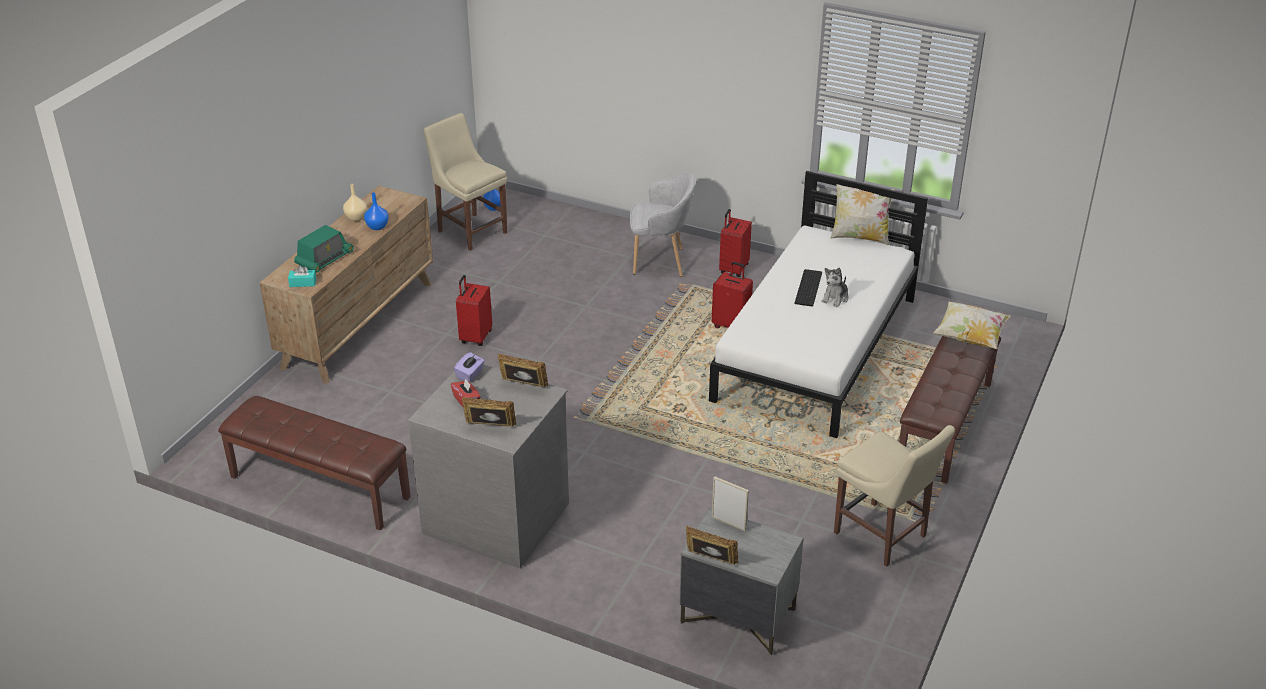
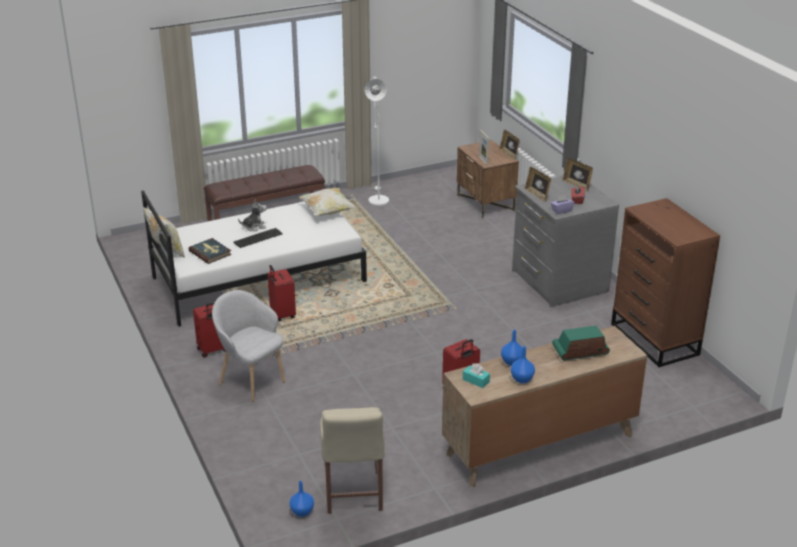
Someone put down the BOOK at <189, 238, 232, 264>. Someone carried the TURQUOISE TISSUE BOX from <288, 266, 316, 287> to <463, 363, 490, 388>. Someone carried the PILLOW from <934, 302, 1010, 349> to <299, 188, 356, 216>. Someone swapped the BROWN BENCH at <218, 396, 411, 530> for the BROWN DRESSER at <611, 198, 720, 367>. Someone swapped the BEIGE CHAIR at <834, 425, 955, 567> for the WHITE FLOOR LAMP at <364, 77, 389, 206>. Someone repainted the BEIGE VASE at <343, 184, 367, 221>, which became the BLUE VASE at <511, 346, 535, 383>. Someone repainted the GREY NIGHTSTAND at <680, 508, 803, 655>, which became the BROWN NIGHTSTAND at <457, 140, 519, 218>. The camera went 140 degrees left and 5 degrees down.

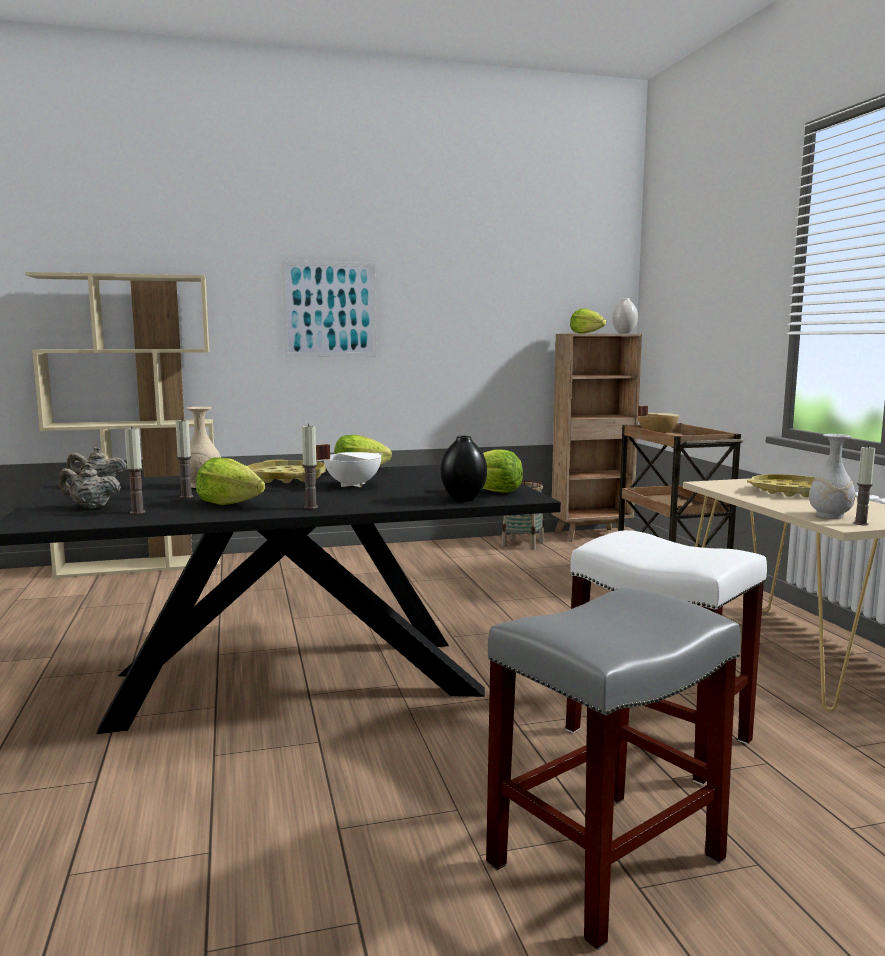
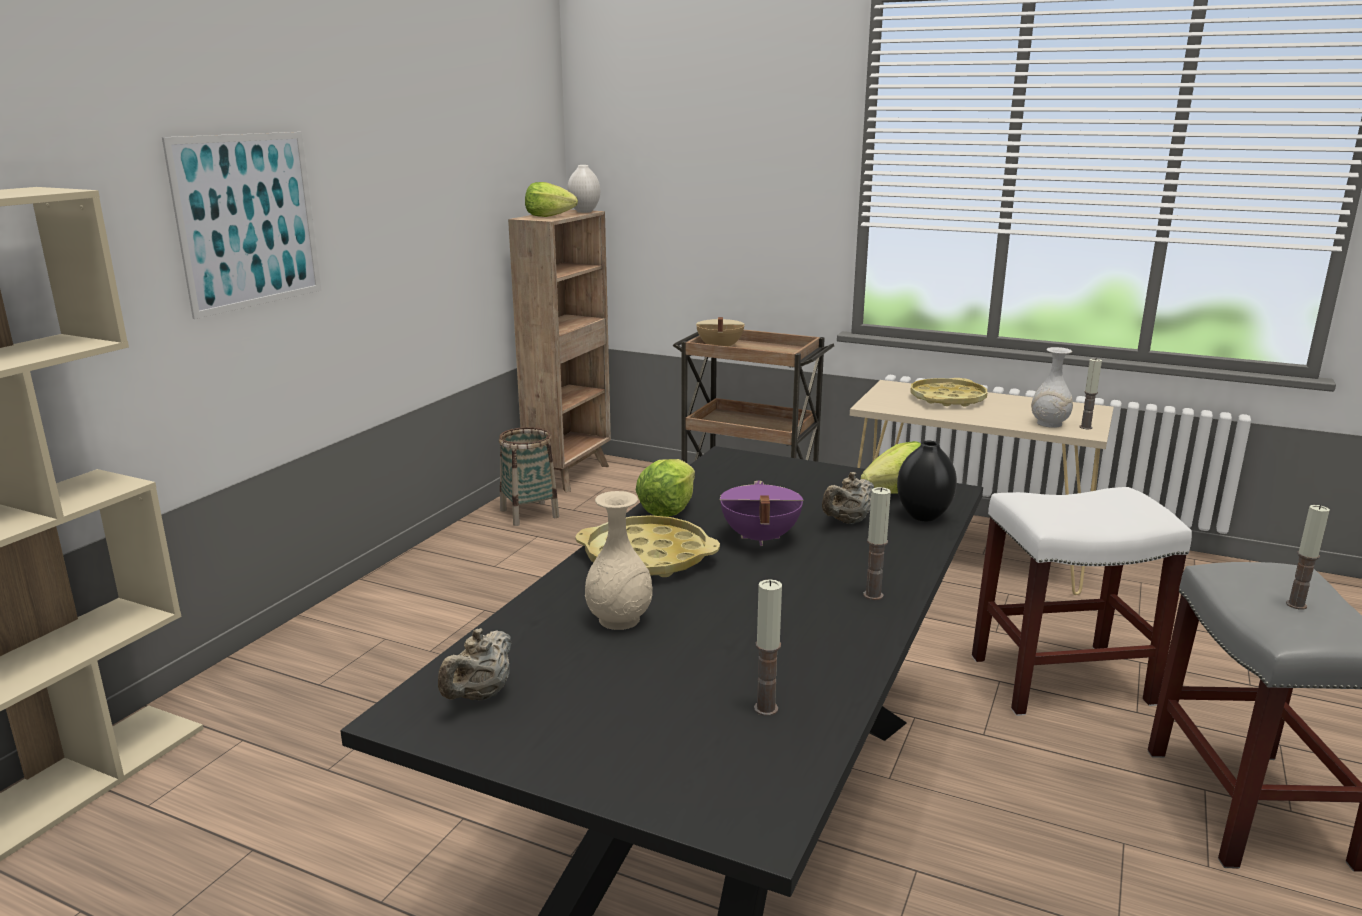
Someone took away the LETTUCE at <196, 458, 265, 505>. Someone carried the BEIGE TEAPOT from <58, 463, 121, 509> to <822, 472, 874, 524>. Someone carried the CANDLE from <176, 418, 193, 498> to <1286, 505, 1330, 610>. Someone repainted the WHITE COOKING POT at <316, 444, 383, 487>, which became the PURPLE COOKING POT at <720, 480, 803, 546>. The camera went 50 degrees left and 10 degrees up.

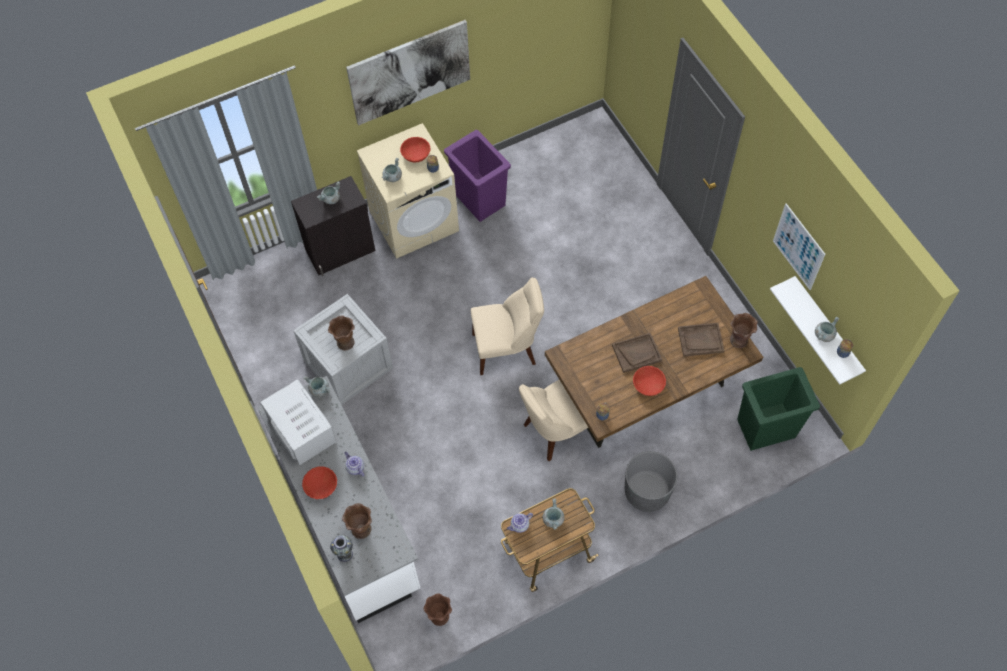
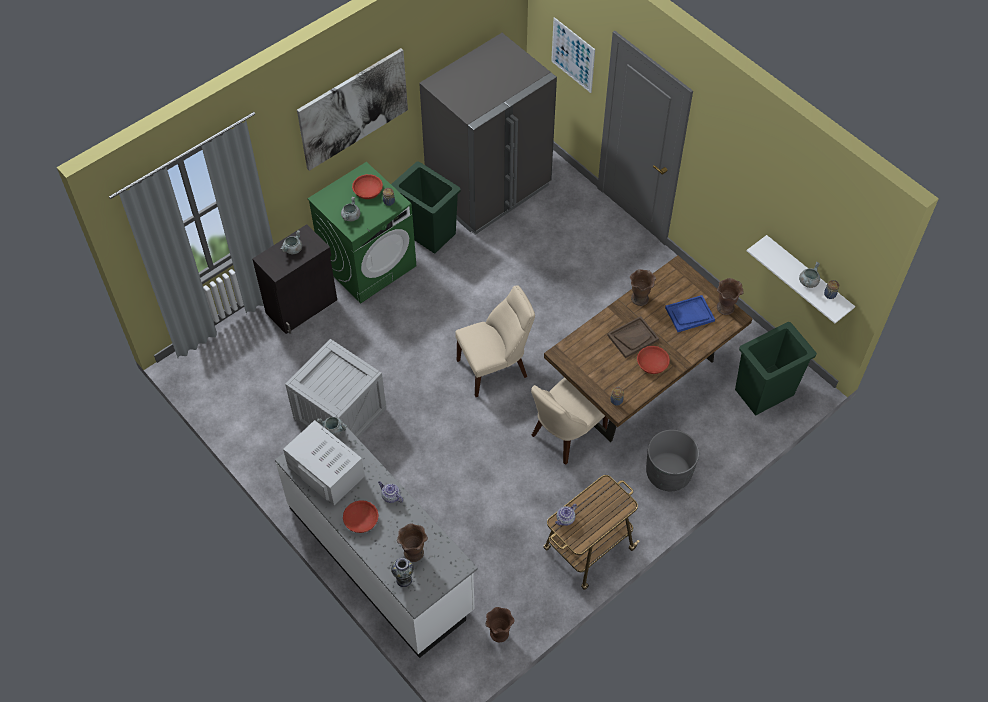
Someone took away the GREY COOKING POT at <543, 499, 564, 530>. Someone put down the GREY FRIDGE at <419, 33, 557, 235>. Someone carried the BROWN VASE from <328, 315, 355, 350> to <630, 269, 656, 306>. Someone carried the PICTURE from <773, 203, 825, 290> to <551, 17, 595, 93>. Someone repainted the BEIGE WASHING MACHINE at <357, 123, 459, 259>, which became the GREEN WASHING MACHINE at <307, 162, 416, 304>. Someone repainted the PURPLE TRASH CAN at <444, 130, 511, 222>, which became the GREEN TRASH CAN at <391, 161, 461, 254>. Someone repainted the BROWN TRAY at <678, 323, 724, 357>, which became the BLUE TRAY at <665, 295, 715, 332>. The camera went 15 degrees left and 5 degrees down.

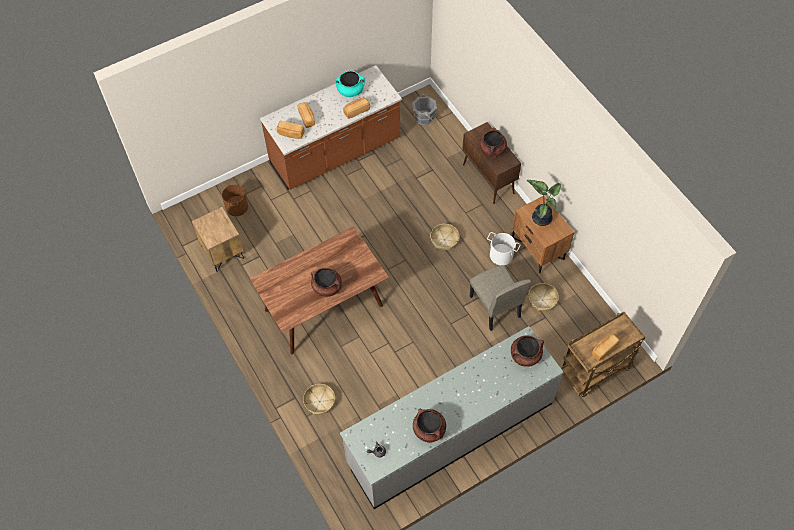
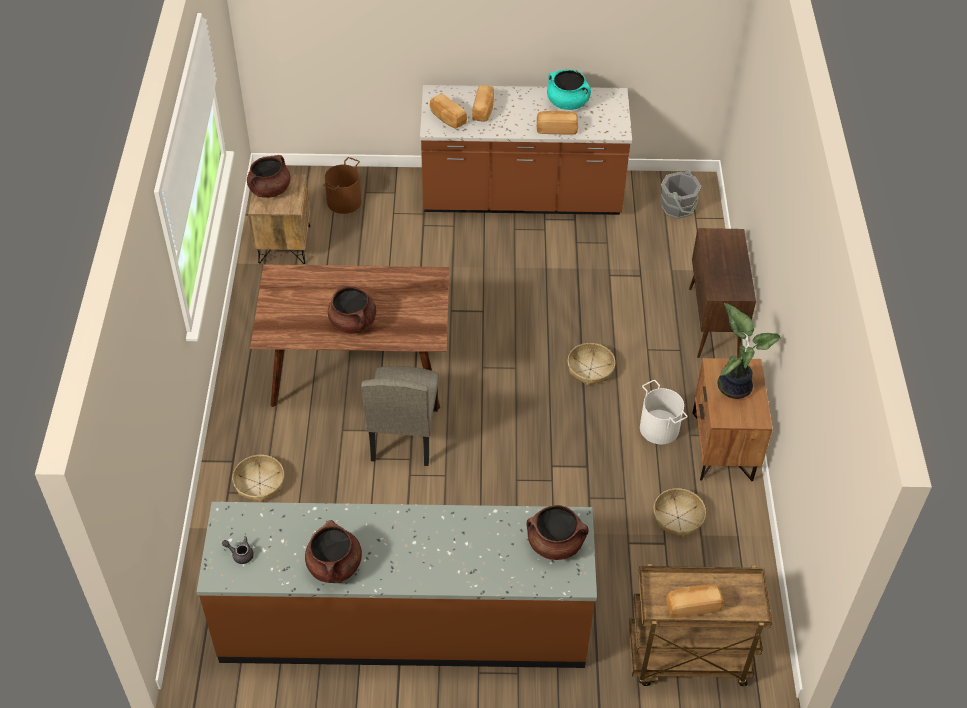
Someone carried the BEIGE CHAIR from <470, 265, 531, 331> to <361, 366, 439, 466>. Someone carried the BROWN COOKING POT from <480, 127, 507, 158> to <247, 155, 290, 198>. Someone repainted the GREY COUNTER at <340, 326, 564, 509>, which became the BROWN COUNTER at <197, 502, 597, 668>. The camera went 30 degrees right and 10 degrees down.

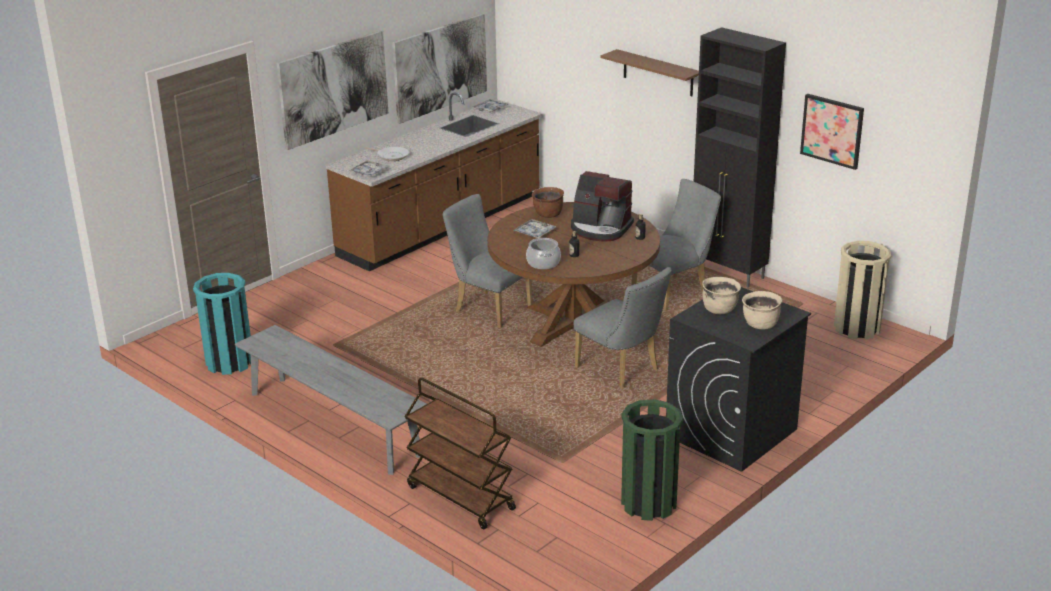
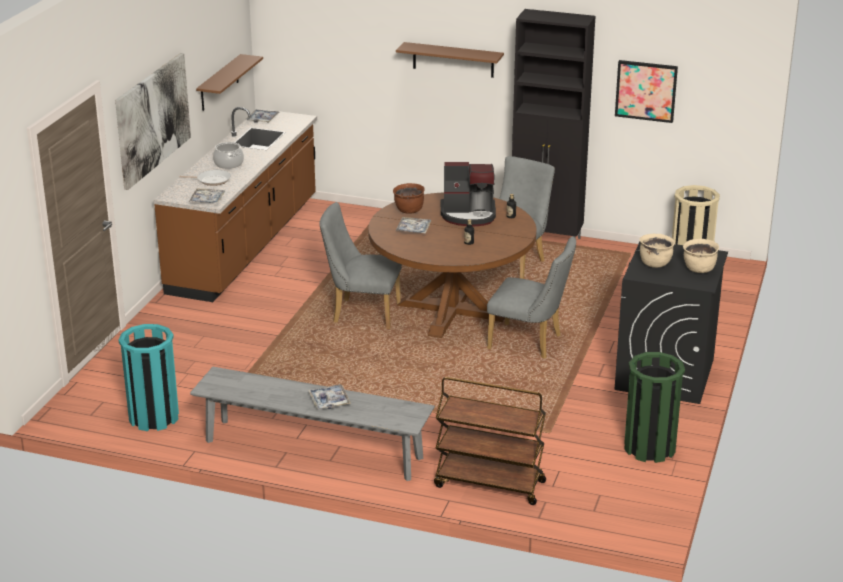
Someone put down the TRAY at <308, 384, 351, 409>. Someone carried the COOKING POT from <526, 238, 561, 269> to <213, 142, 244, 169>. Someone swapped the PICTURE at <392, 13, 487, 124> for the BROWN SHELF at <196, 54, 263, 111>. The camera went 25 degrees left and 0 degrees up.

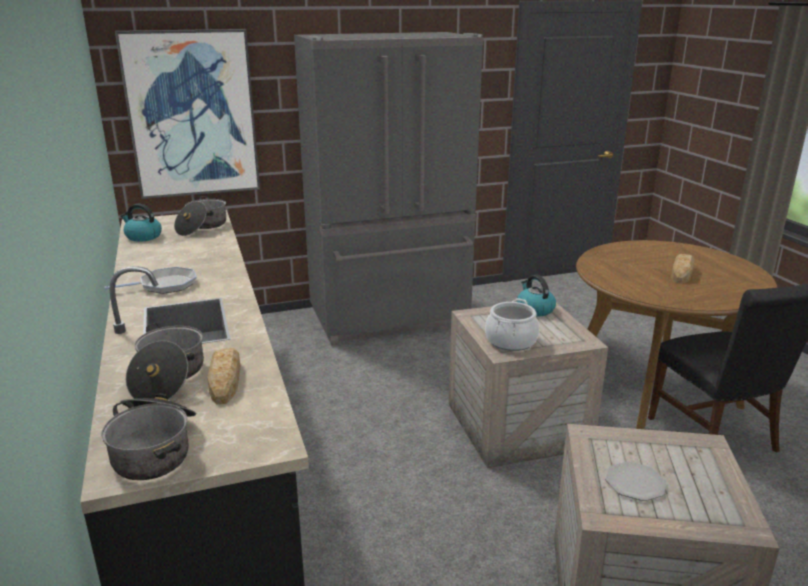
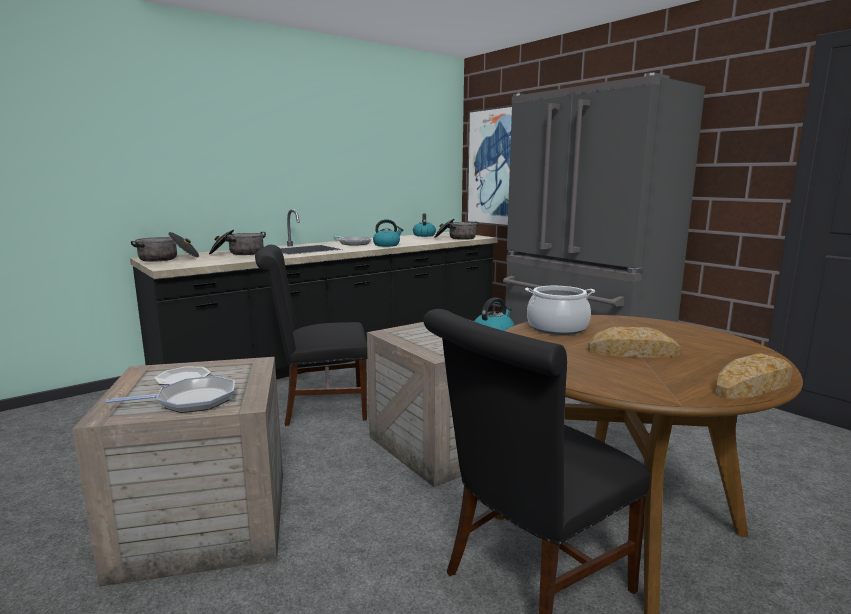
Someone put down the FRYING PAN at <106, 376, 235, 413>. Someone put down the BLACK CHAIR at <255, 245, 367, 426>. Someone put down the KETTLE at <373, 219, 403, 247>. Someone carried the BREAD from <207, 348, 241, 404> to <715, 353, 793, 399>. Someone carried the COOKING POT from <485, 299, 539, 351> to <525, 286, 595, 335>. The camera went 70 degrees right and 10 degrees down.

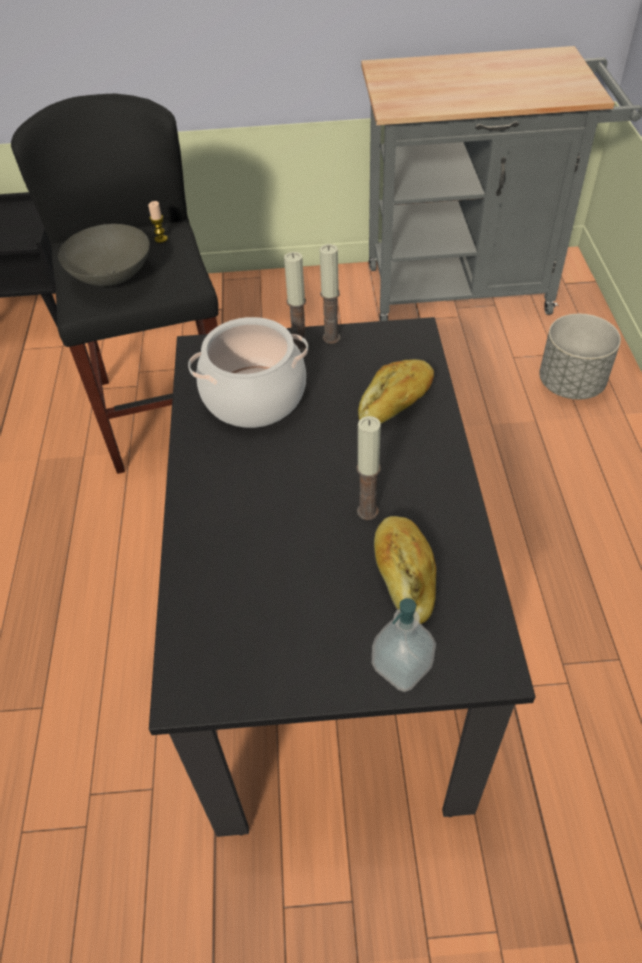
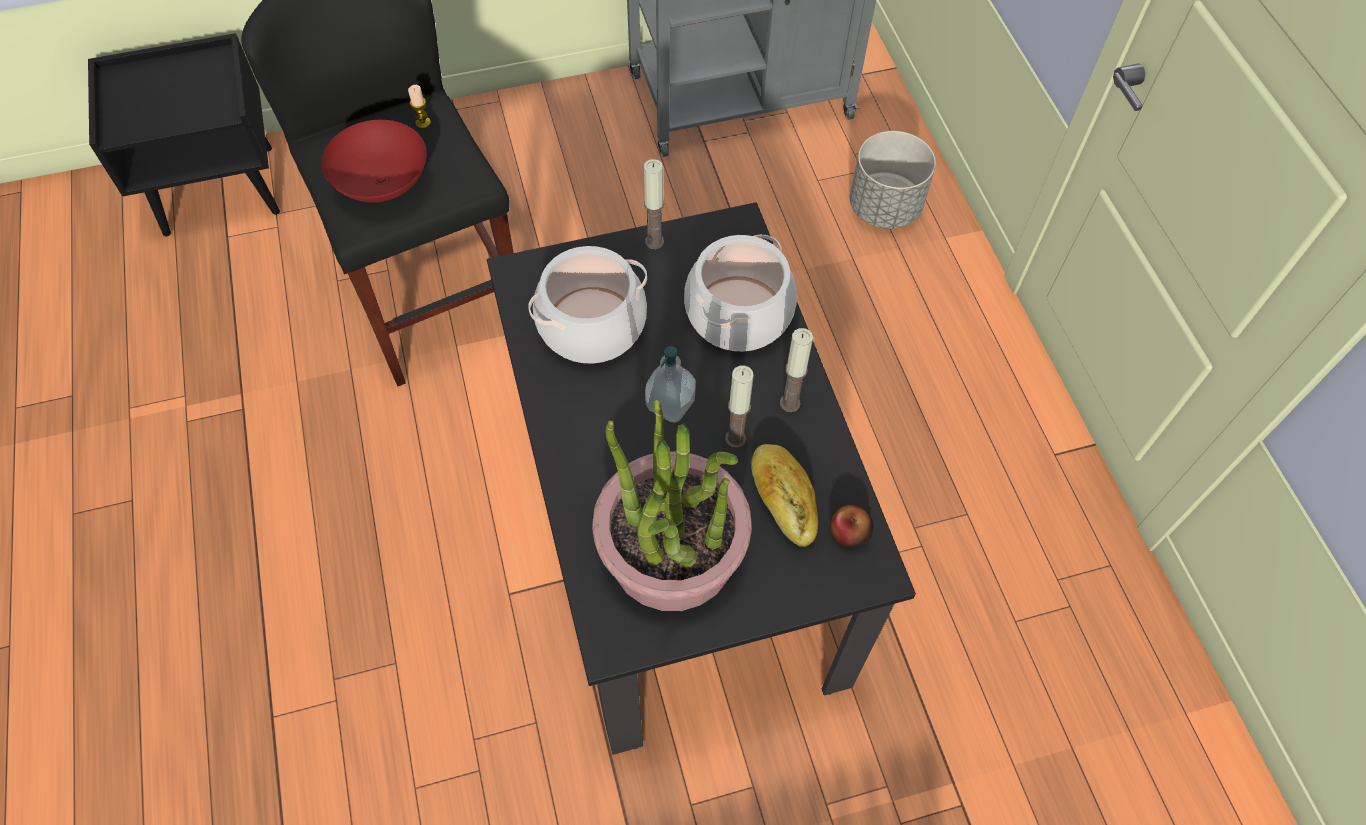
Someone put down the POTTED PLANT at <592, 400, 752, 611>. Someone put down the APPLE at <830, 505, 874, 547>. Someone carried the CANDLE from <284, 252, 308, 352> to <780, 328, 813, 412>. Someone carried the SOAP DISPENSER from <372, 598, 436, 692> to <645, 346, 696, 423>. Someone swapped the BREAD at <358, 359, 434, 423> for the COOKING POT at <684, 234, 797, 351>. Someone repainted the GREY BOWL at <58, 224, 150, 286>, which became the RED BOWL at <322, 120, 427, 202>. The camera went 15 degrees left and 10 degrees up.

